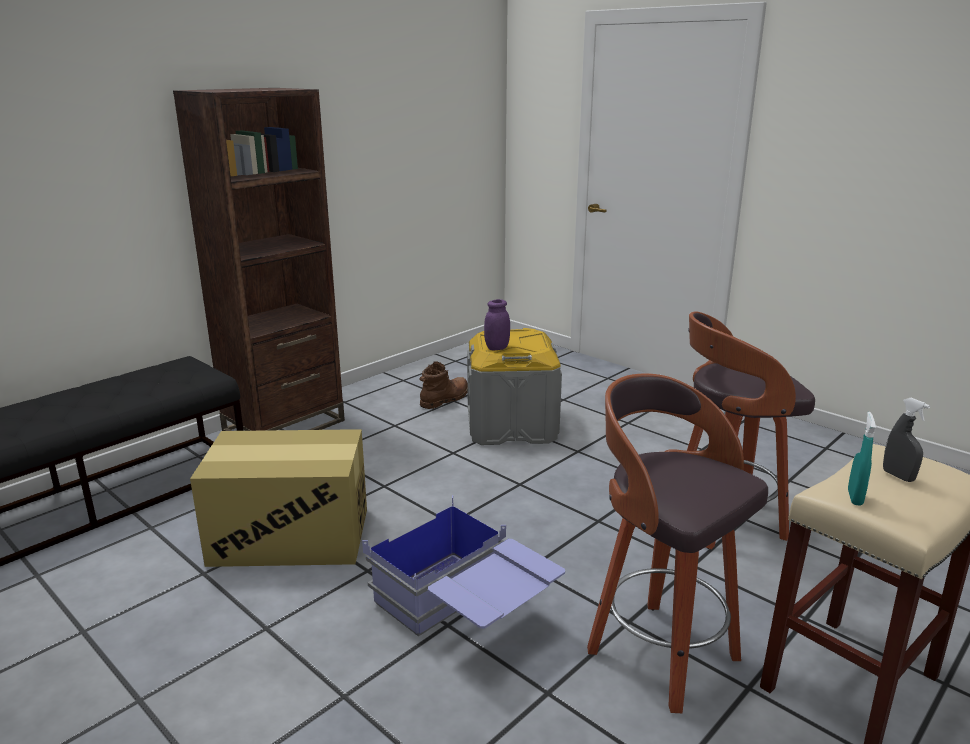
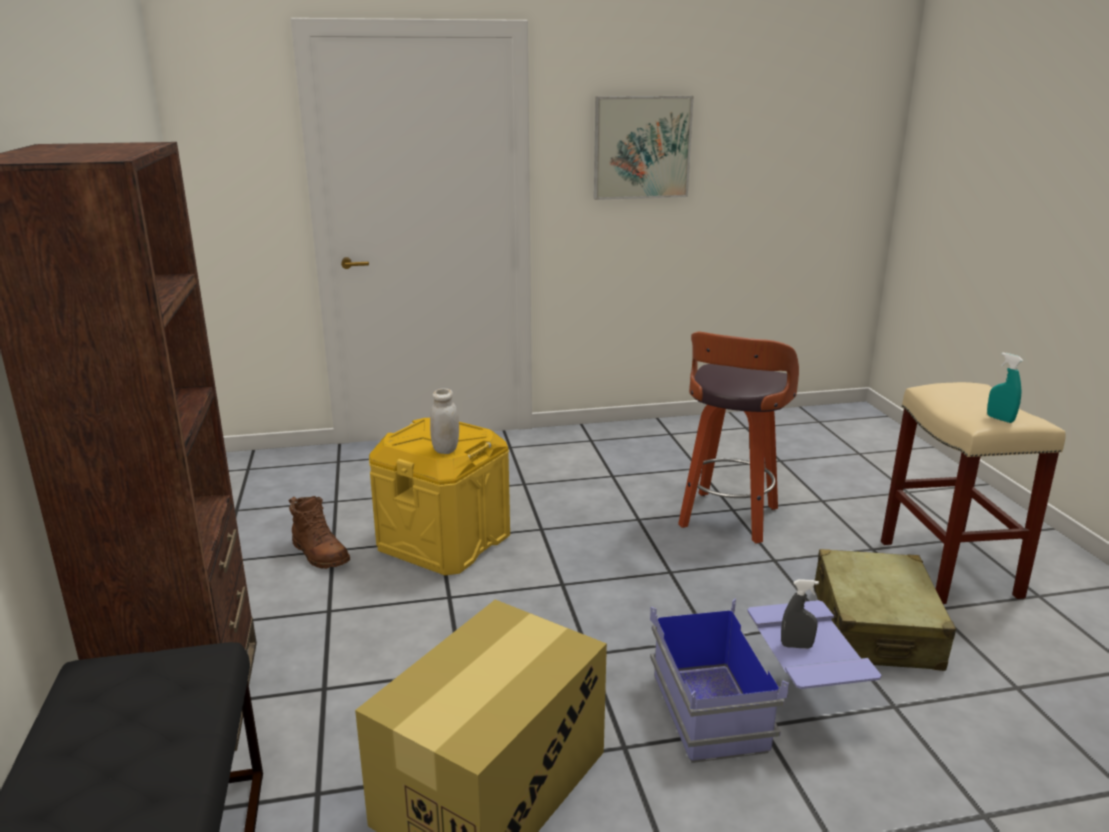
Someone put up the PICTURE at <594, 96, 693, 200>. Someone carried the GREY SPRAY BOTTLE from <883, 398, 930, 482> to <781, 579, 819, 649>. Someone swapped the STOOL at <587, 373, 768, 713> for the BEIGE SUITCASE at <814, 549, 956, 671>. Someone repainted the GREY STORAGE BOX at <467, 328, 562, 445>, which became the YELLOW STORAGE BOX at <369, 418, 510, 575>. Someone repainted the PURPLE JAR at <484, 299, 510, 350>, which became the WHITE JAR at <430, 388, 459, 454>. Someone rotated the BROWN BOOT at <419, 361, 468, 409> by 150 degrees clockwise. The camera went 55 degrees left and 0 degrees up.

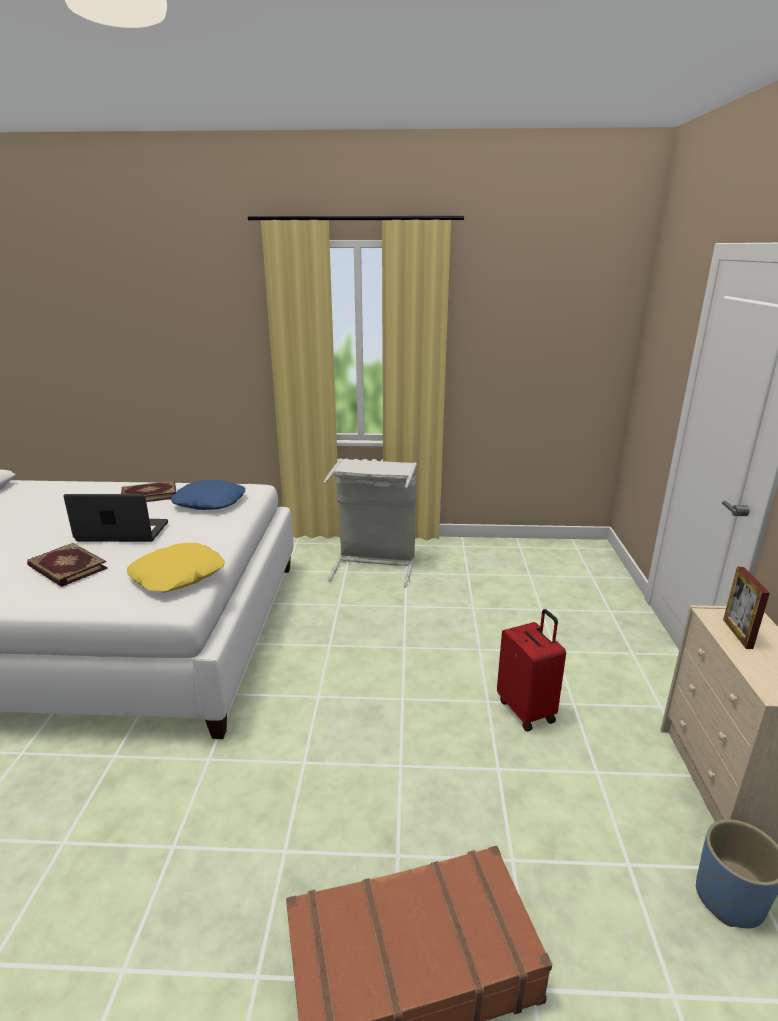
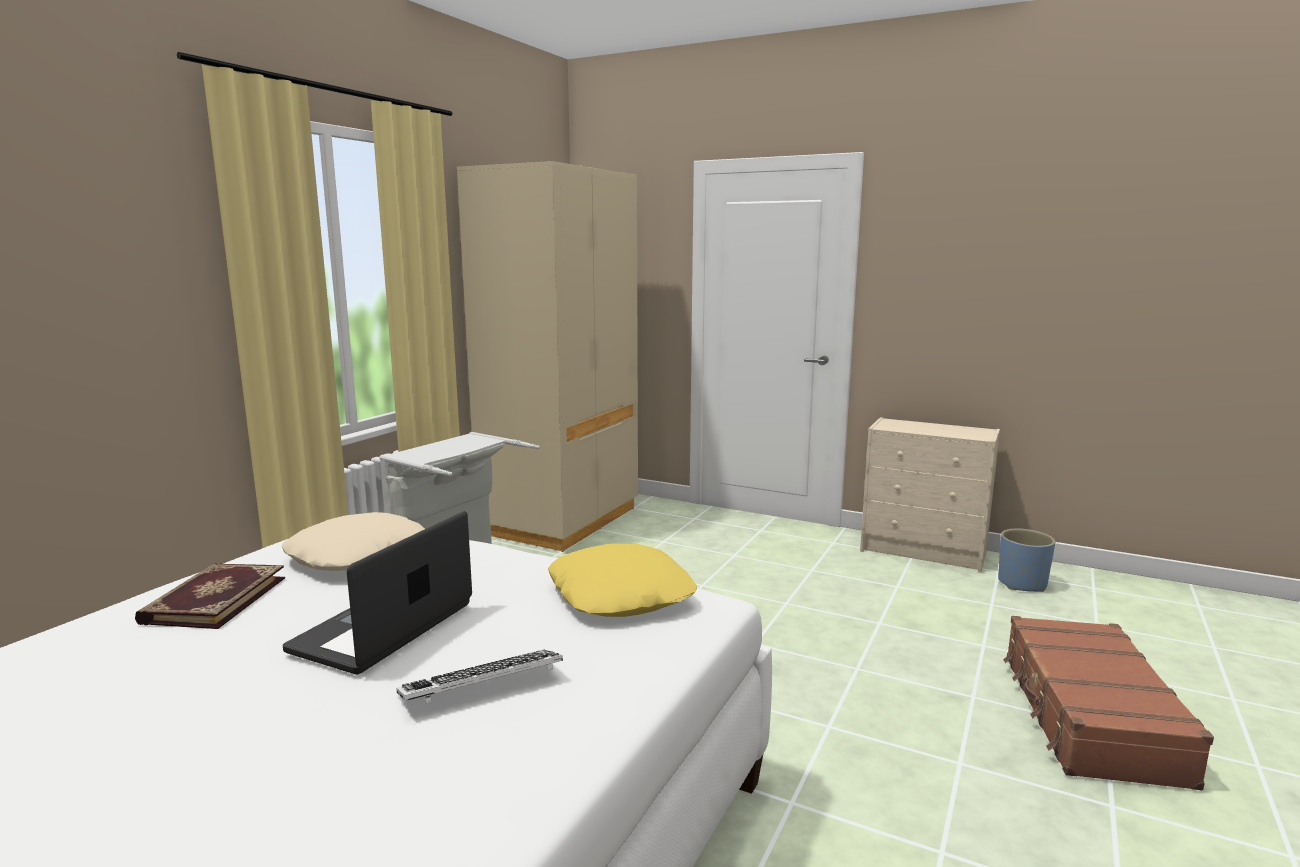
Someone took away the RED SUITCASE at <497, 609, 566, 731>. Someone took away the PICTURE FRAME at <723, 567, 770, 649>. Someone put down the BEIGE WARDROBE at <457, 161, 638, 552>. Someone swapped the BOOK at <27, 543, 108, 587> for the KEYBOARD at <397, 650, 563, 703>. Someone repainted the BLUE PILLOW at <171, 480, 245, 510>, which became the BEIGE PILLOW at <281, 512, 425, 571>. The camera went 65 degrees left and 10 degrees down.

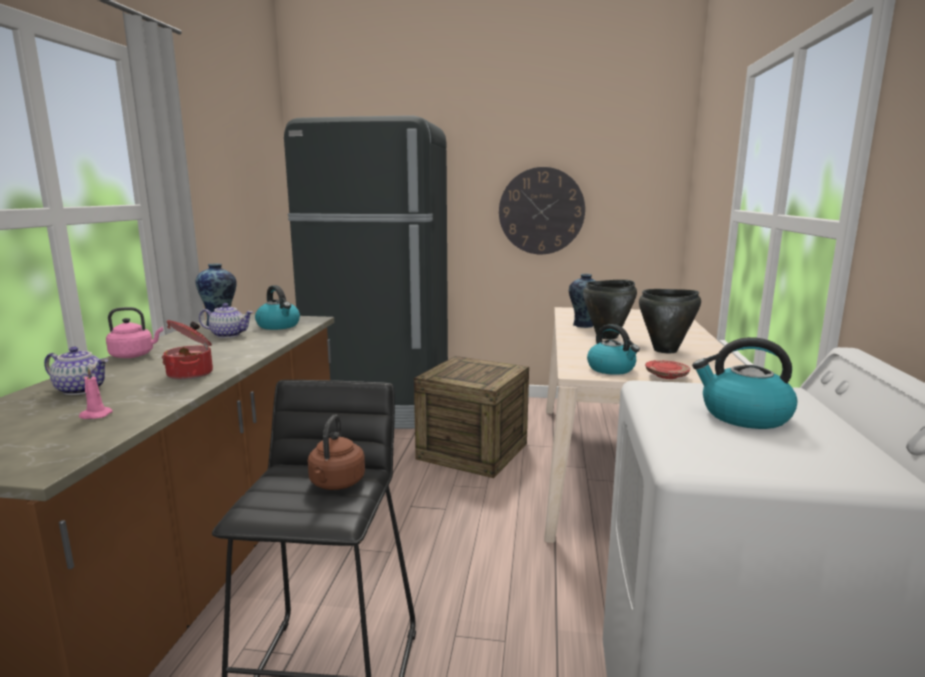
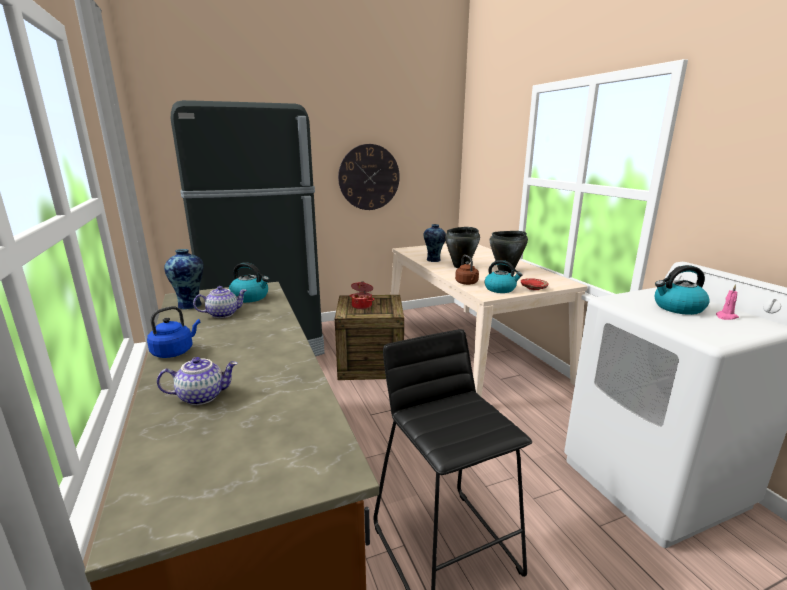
Someone carried the PINK CANDLE from <79, 367, 113, 419> to <716, 284, 739, 320>. Someone carried the COOKING POT from <162, 320, 213, 380> to <350, 281, 375, 309>. Someone carried the BROWN KETTLE from <308, 414, 365, 490> to <455, 255, 479, 285>. Someone repainted the PINK KETTLE at <106, 307, 163, 358>, which became the BLUE KETTLE at <147, 306, 200, 358>. The camera went 30 degrees left and 5 degrees up.

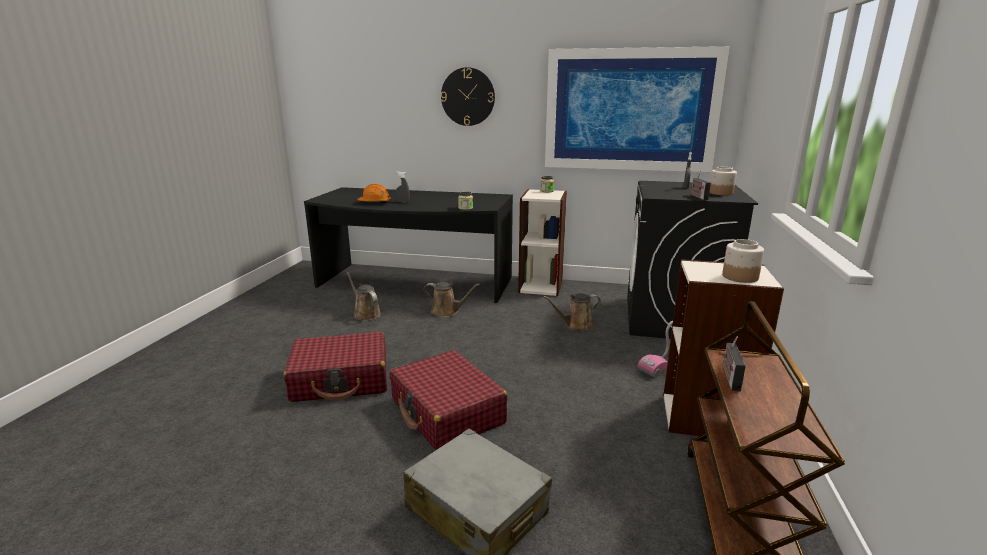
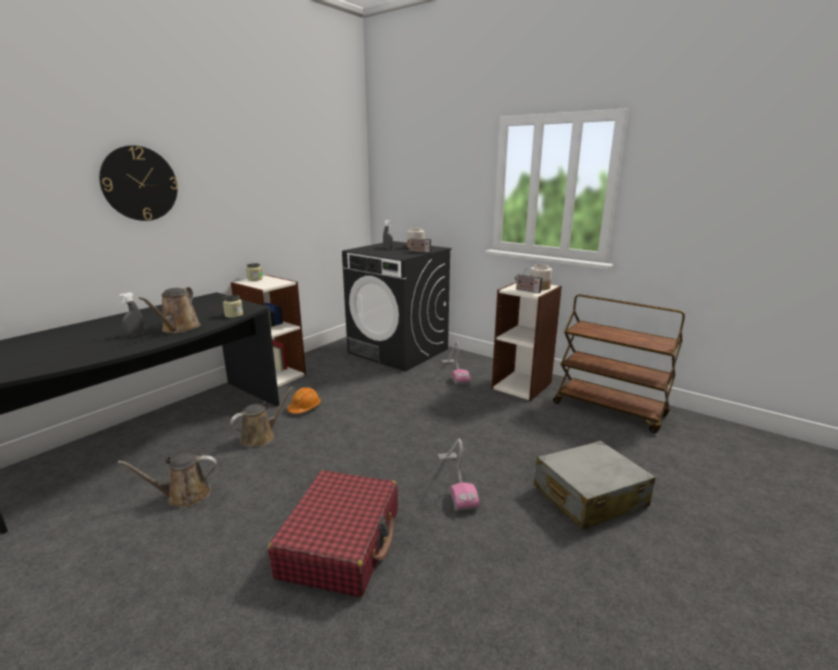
Someone took away the PICTURE at <545, 46, 730, 172>. Someone carried the ORANGE HARD HAT from <357, 184, 391, 204> to <287, 387, 321, 414>. Someone carried the BROWN WATERING CAN from <543, 293, 601, 331> to <139, 287, 201, 333>. Someone carried the RADIO from <723, 337, 746, 392> to <515, 268, 542, 293>. Someone swapped the RED SUITCASE at <390, 350, 508, 450> for the VACUUM CLEANER at <438, 439, 479, 511>. The camera went 65 degrees left and 0 degrees up.

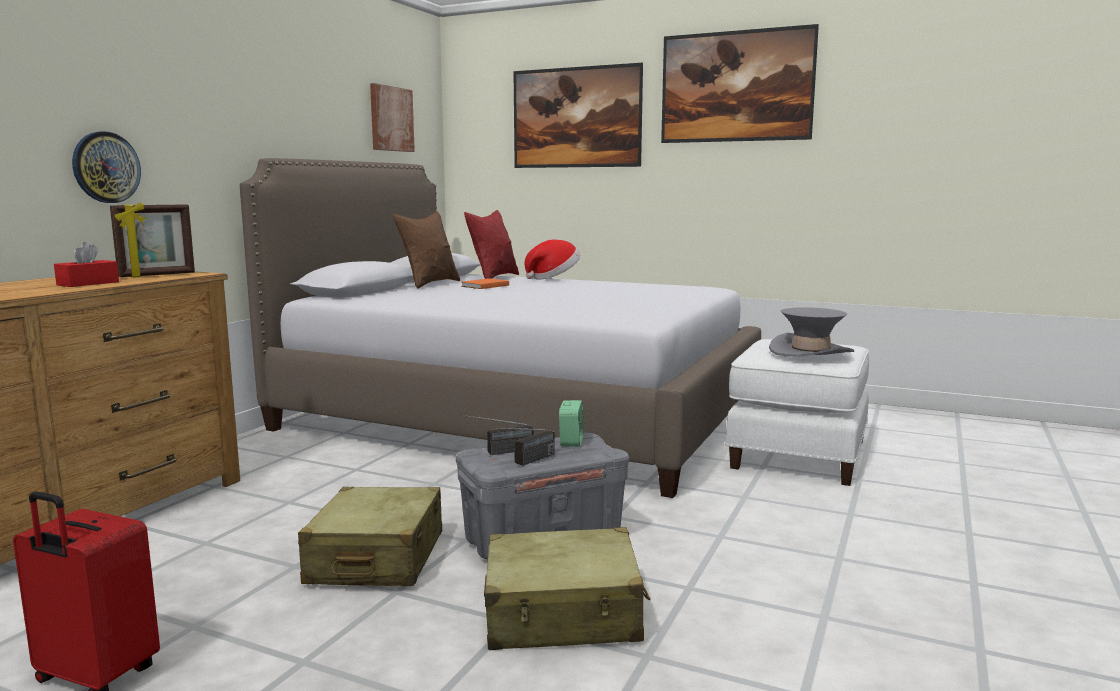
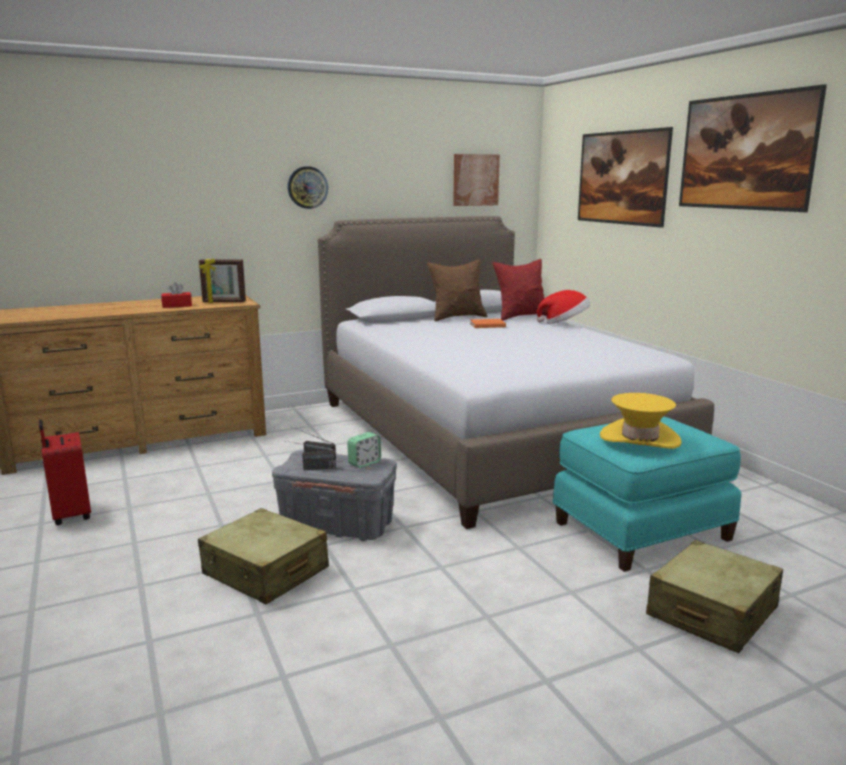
Someone carried the WALL CLOCK from <72, 131, 141, 203> to <288, 166, 328, 209>. Someone carried the BEIGE SUITCASE from <298, 487, 442, 586> to <646, 540, 783, 653>. Someone repainted the WHITE OTTOMAN at <724, 339, 869, 486>, which became the TURQUOISE OTTOMAN at <552, 416, 741, 572>. Someone repainted the GREY HAT at <769, 307, 854, 357>, which became the YELLOW HAT at <600, 393, 682, 449>. The camera went 40 degrees right and 5 degrees up.

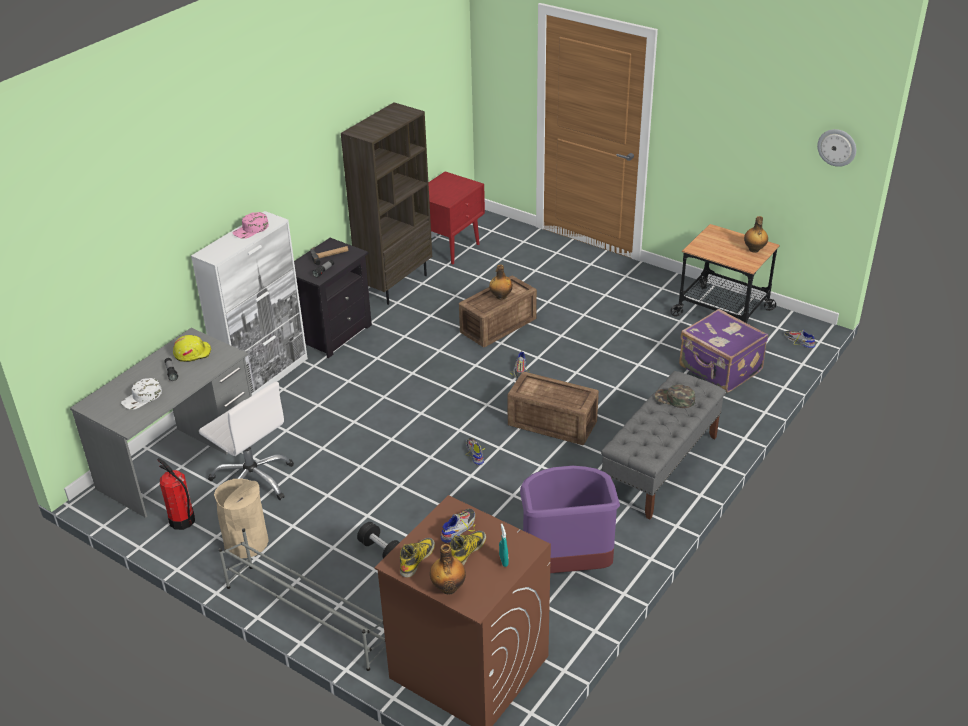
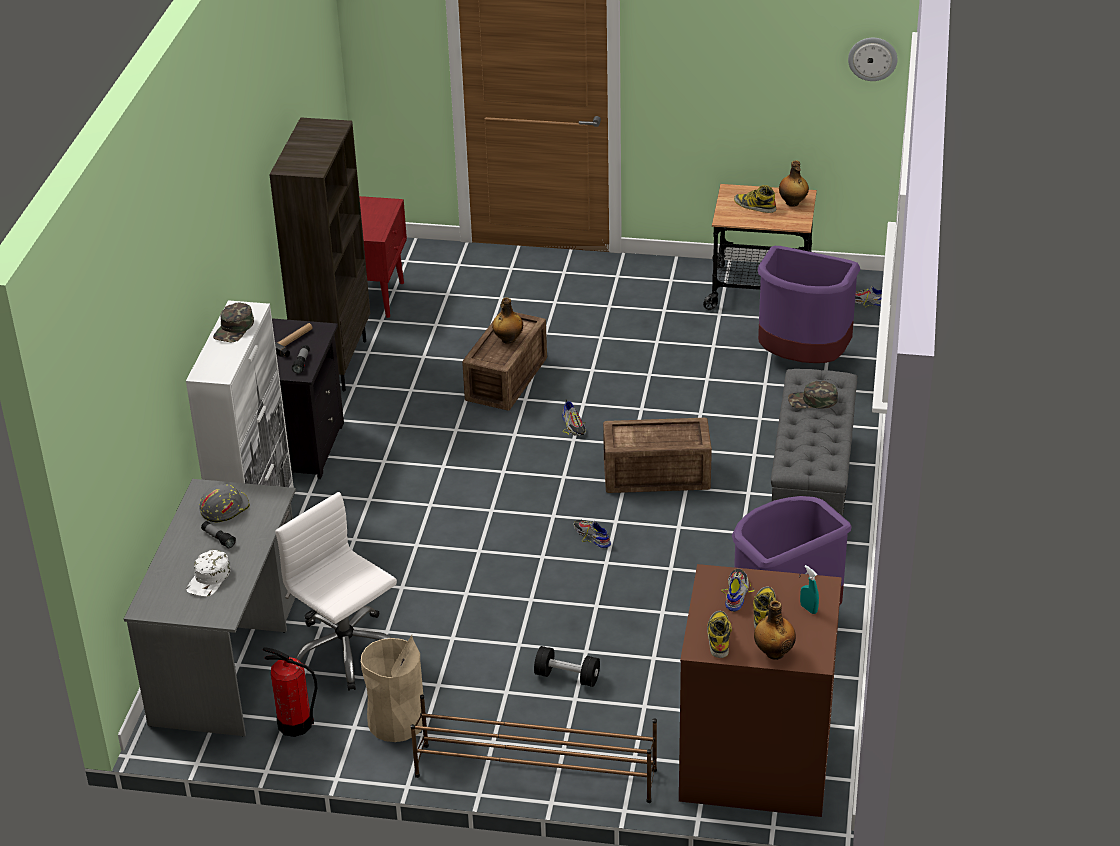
Someone put down the BOOT at <734, 185, 776, 213>. Someone swapped the PURPLE SUITCASE at <679, 309, 768, 393> for the PURPLE TRASH CAN at <758, 246, 860, 363>. Someone repainted the YELLOW HARD HAT at <173, 335, 211, 362>, which became the GREY HARD HAT at <199, 484, 250, 523>. Someone repainted the GREY SHOE RACK at <219, 528, 386, 671>, which became the BROWN SHOE RACK at <411, 695, 657, 803>. Someone repainted the PINK CAP at <233, 212, 269, 239>, which became the GREEN CAP at <213, 303, 254, 342>. Someone rotated the WHITE OFFICE CHAIR at <199, 382, 294, 500> by 150 degrees counterclockwise. The camera went 25 degrees left and 0 degrees up.

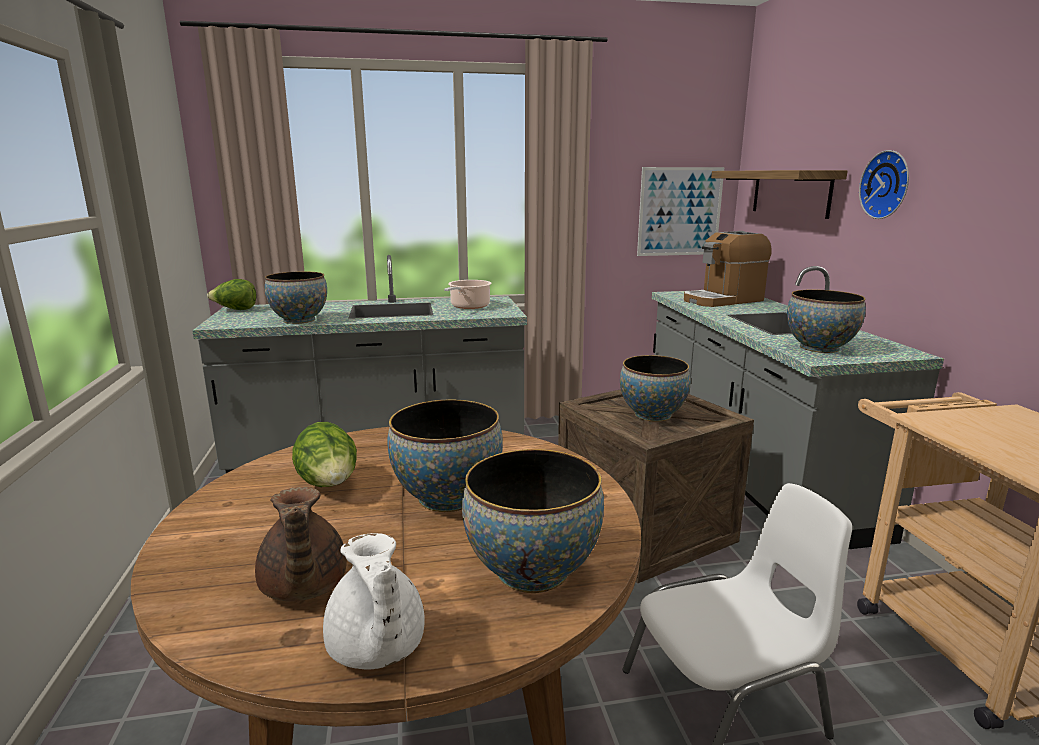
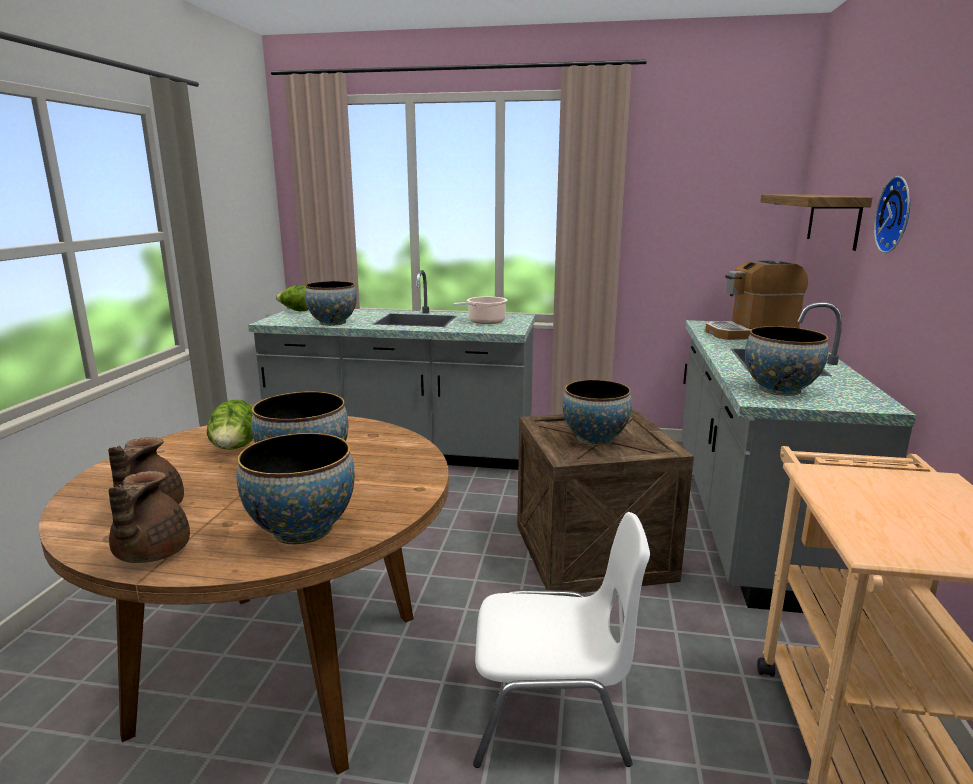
Someone took away the PICTURE at <637, 167, 724, 256>. Someone repainted the WHITE TEAPOT at <323, 533, 425, 669>, which became the BROWN TEAPOT at <108, 471, 190, 563>. The camera went 20 degrees right and 0 degrees up.

